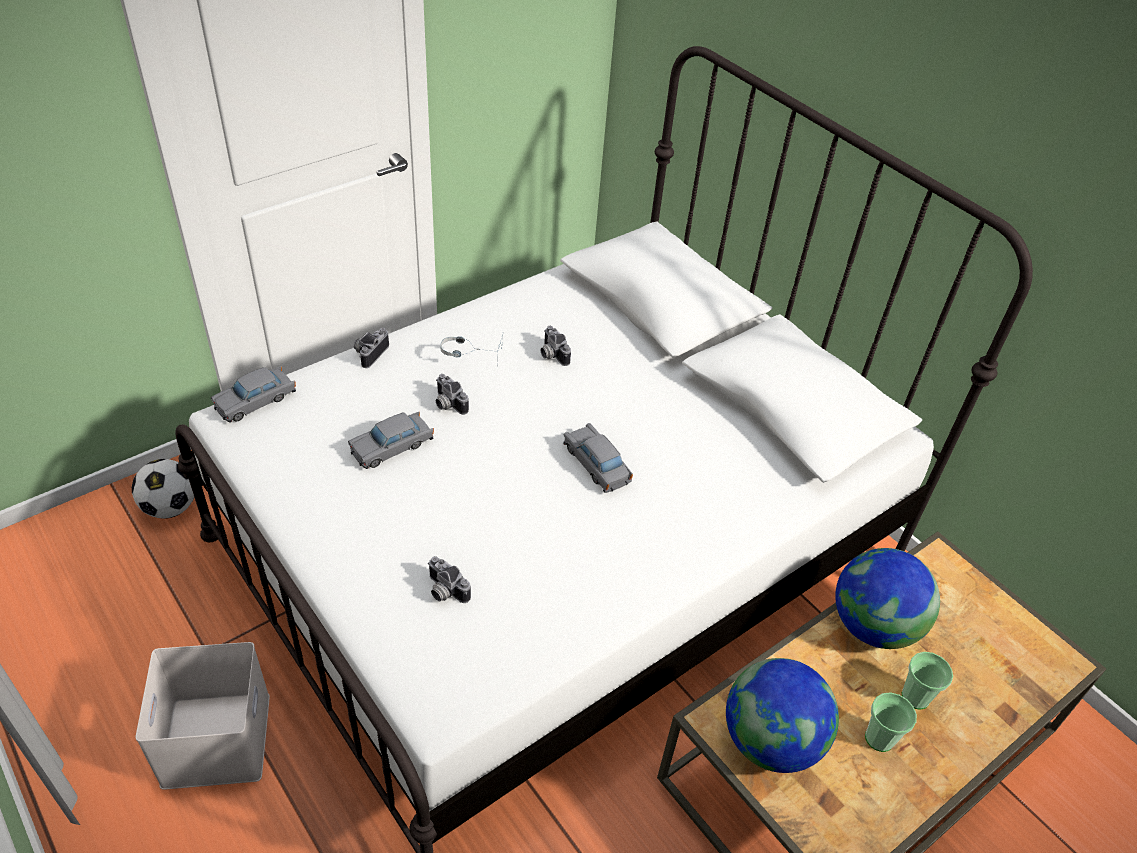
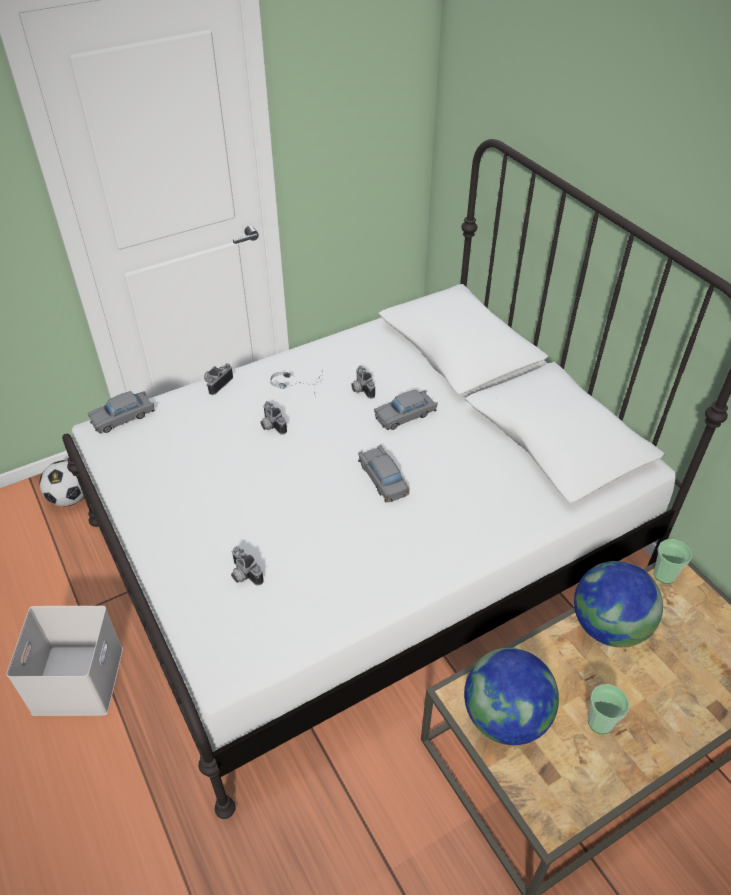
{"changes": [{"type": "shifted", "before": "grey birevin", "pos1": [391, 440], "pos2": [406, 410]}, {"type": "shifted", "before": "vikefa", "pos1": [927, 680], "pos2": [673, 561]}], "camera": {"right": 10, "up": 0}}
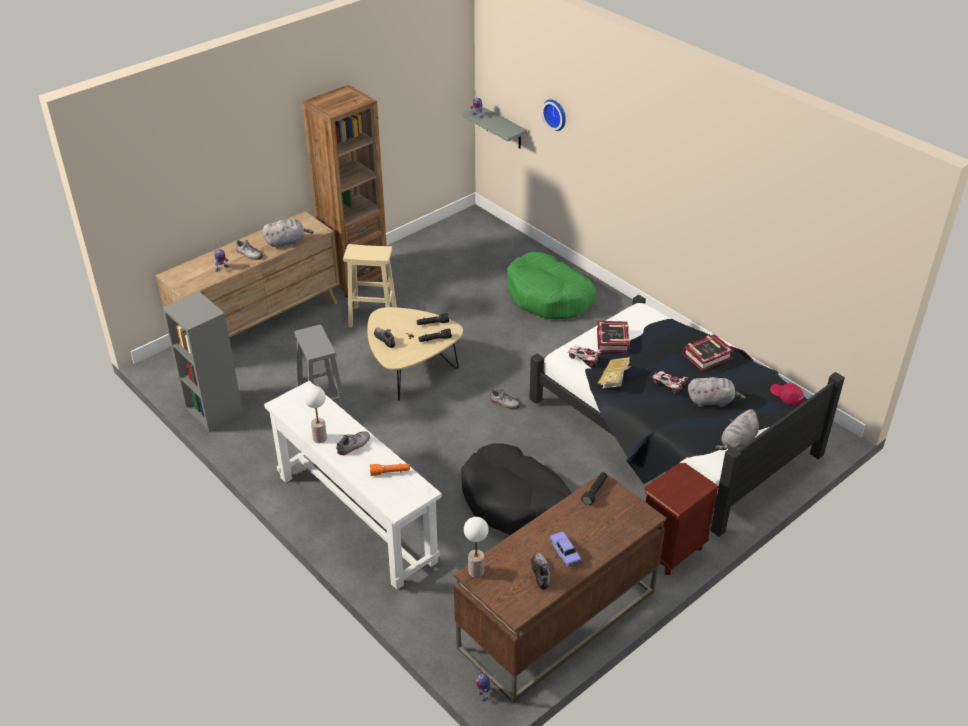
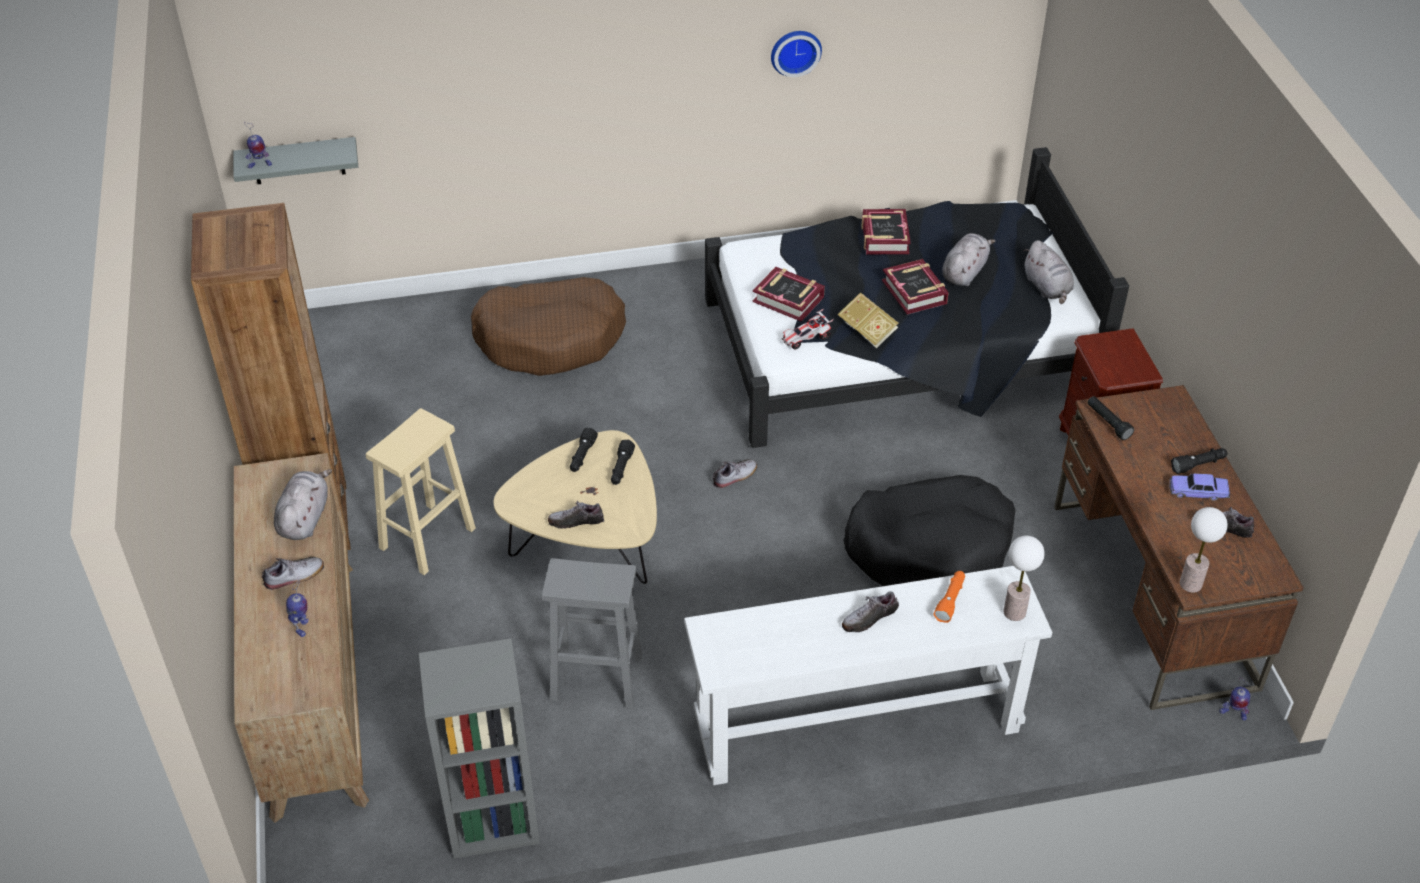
{"changes": [{"type": "gone", "before": "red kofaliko", "pos1": [787, 394]}, {"type": "new", "after": "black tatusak", "pos2": [1199, 461]}, {"type": "shifted", "before": "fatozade", "pos1": [315, 414], "pos2": [1024, 578]}, {"type": "shifted", "before": "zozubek", "pos1": [554, 115], "pos2": [796, 54]}, {"type": "swapped", "before": "birevin", "after": "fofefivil", "pos1": [670, 382], "pos2": [915, 286]}, {"type": "repainted", "before": "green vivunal", "after": "brown vivunal", "pos1": [551, 285], "pos2": [548, 326]}, {"type": "rotated", "before": "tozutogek", "pos1": [353, 444], "pos2": [870, 611], "turn": -105}], "camera": {"right": -60, "up": 5}}
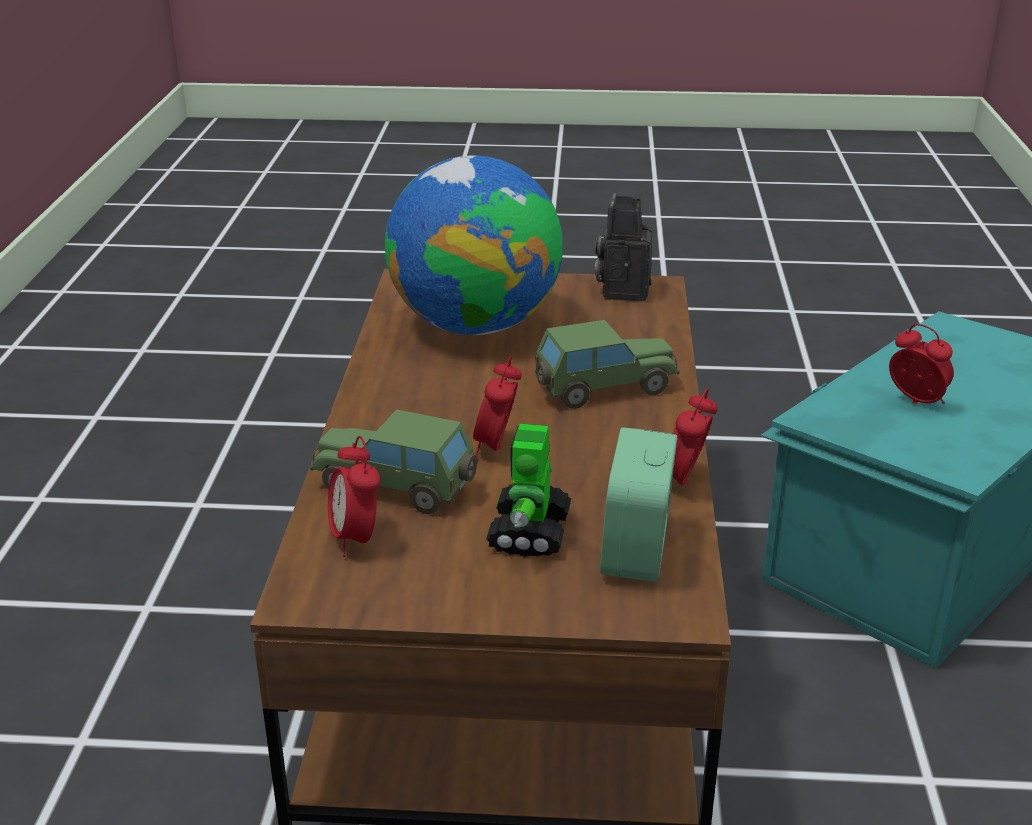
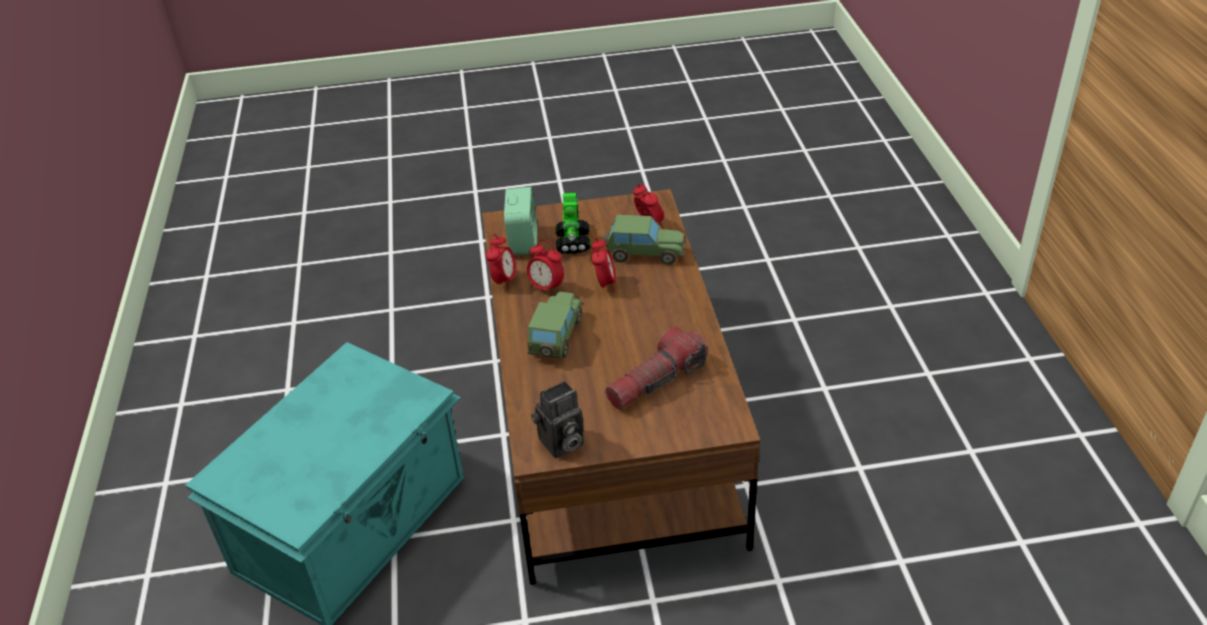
{"changes": [{"type": "shifted", "before": "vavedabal", "pos1": [921, 364], "pos2": [545, 268]}, {"type": "swapped", "before": "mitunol", "after": "tatusak", "pos1": [474, 245], "pos2": [656, 368]}, {"type": "rotated", "before": "birevin", "pos1": [607, 364], "pos2": [556, 325], "turn": 135}, {"type": "rotated", "before": "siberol", "pos1": [624, 247], "pos2": [557, 419], "turn": 60}], "camera": {"right": 170, "up": 10}}
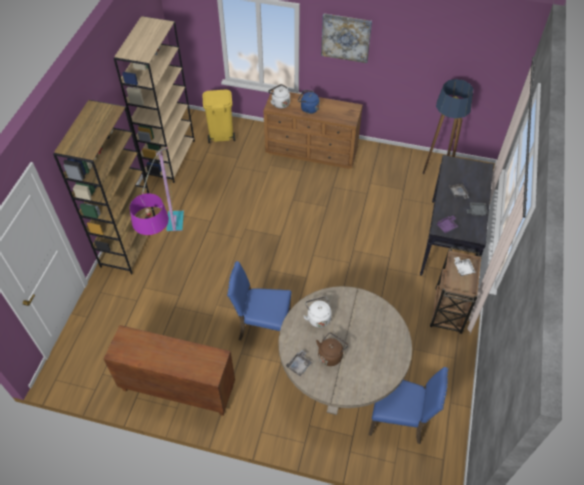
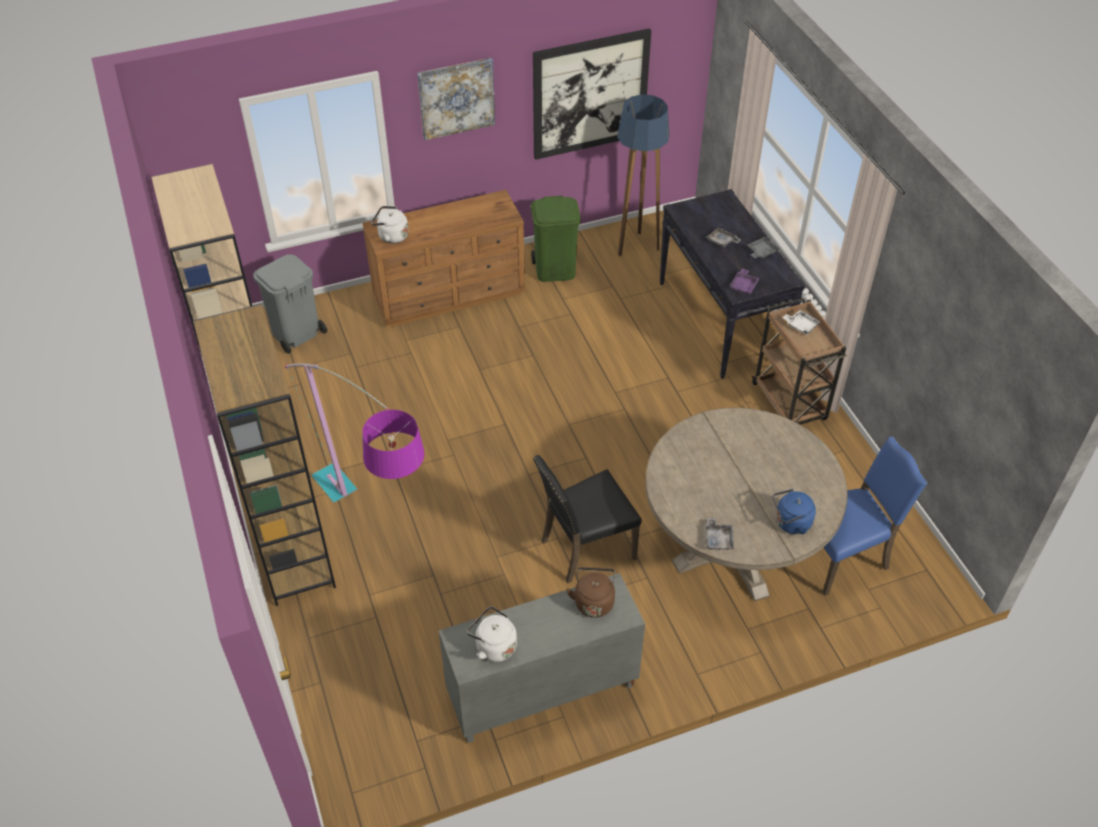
{"changes": [{"type": "new", "after": "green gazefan", "pos2": [556, 239]}, {"type": "new", "after": "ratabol", "pos2": [592, 94]}, {"type": "shifted", "before": "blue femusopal", "pos1": [309, 102], "pos2": [794, 511]}, {"type": "shifted", "before": "white femusopal", "pos1": [317, 312], "pos2": [492, 634]}, {"type": "shifted", "before": "brown femusopal", "pos1": [332, 349], "pos2": [590, 592]}, {"type": "repainted", "before": "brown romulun", "after": "grey romulun", "pos1": [169, 370], "pos2": [542, 658]}, {"type": "repainted", "before": "yellow gazefan", "after": "grey gazefan", "pos1": [218, 116], "pos2": [290, 304]}, {"type": "repainted", "before": "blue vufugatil", "after": "black vufugatil", "pos1": [259, 300], "pos2": [587, 519]}], "camera": {"right": -35, "up": -5}}
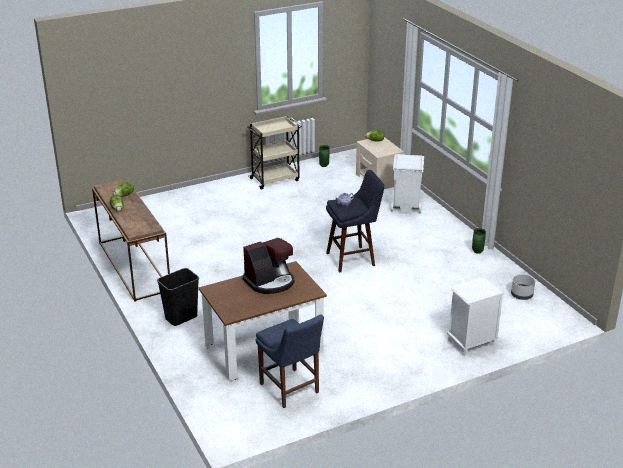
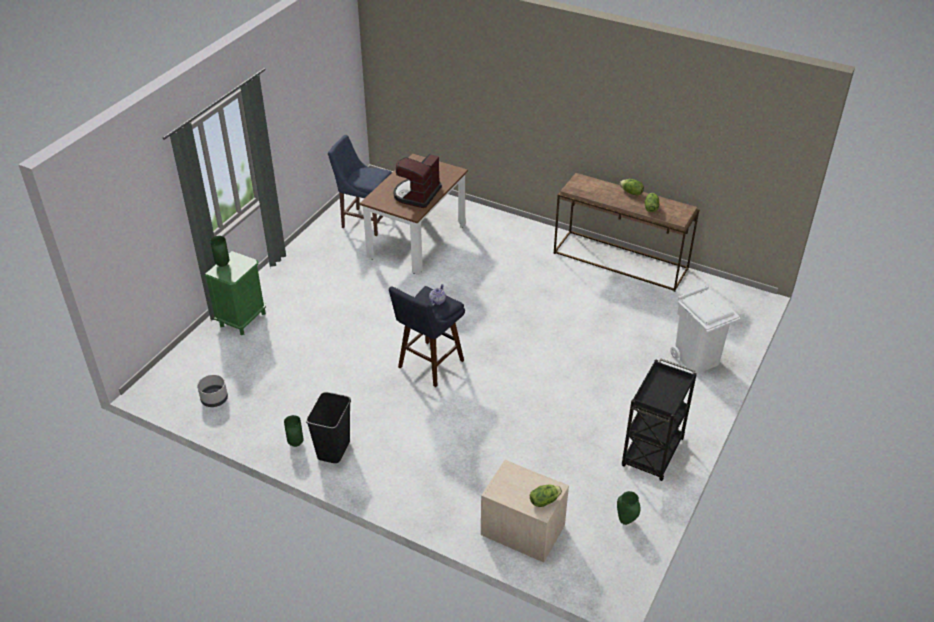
{"changes": [{"type": "new", "after": "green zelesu", "pos2": [220, 251]}, {"type": "shifted", "before": "black gazefan", "pos1": [178, 297], "pos2": [328, 427]}, {"type": "shifted", "before": "white gazefan", "pos1": [407, 184], "pos2": [705, 330]}, {"type": "repainted", "before": "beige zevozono", "after": "black zevozono", "pos1": [274, 153], "pos2": [659, 419]}, {"type": "repainted", "before": "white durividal", "after": "green durividal", "pos1": [475, 316], "pos2": [235, 293]}], "camera": {"right": 145, "up": 10}}
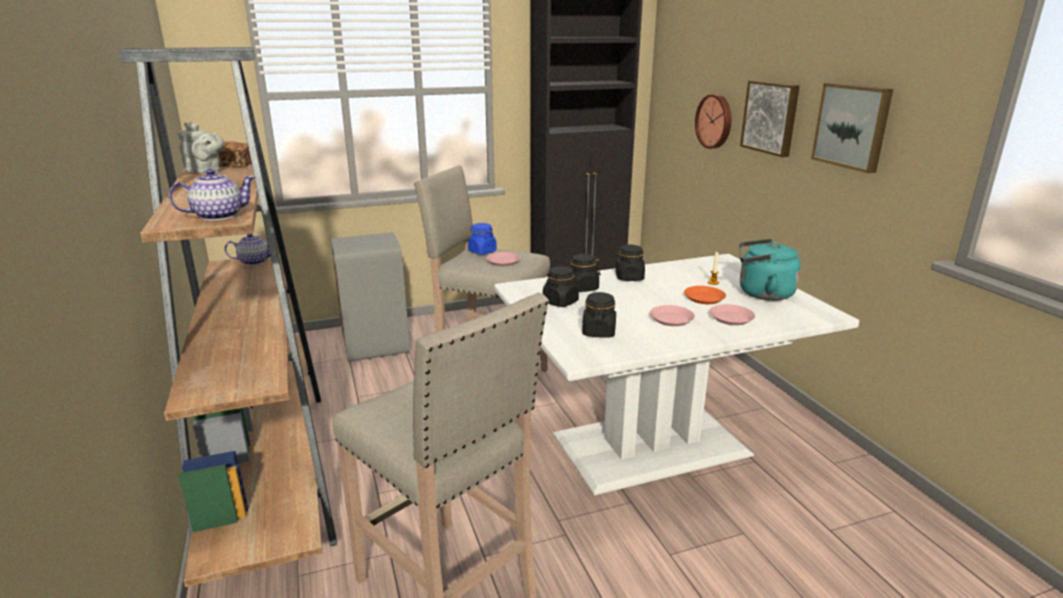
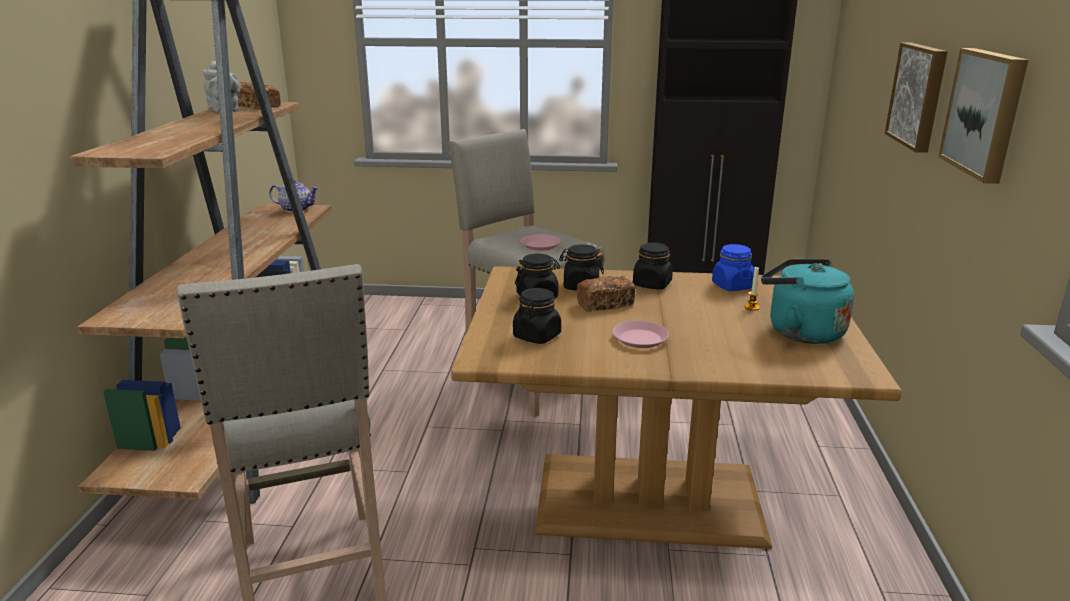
{"changes": [{"type": "gone", "before": "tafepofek", "pos1": [212, 195]}, {"type": "gone", "before": "grey gazefan", "pos1": [370, 297]}, {"type": "gone", "before": "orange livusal", "pos1": [705, 295]}, {"type": "gone", "before": "zozubek", "pos1": [713, 121]}, {"type": "gone", "before": "pink livusal", "pos1": [732, 314]}, {"type": "new", "after": "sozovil", "pos2": [606, 294]}, {"type": "shifted", "before": "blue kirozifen", "pos1": [482, 239], "pos2": [733, 267]}, {"type": "repainted", "before": "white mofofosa", "after": "brown mofofosa", "pos1": [676, 375], "pos2": [676, 407]}], "camera": {"right": 25, "up": 0}}
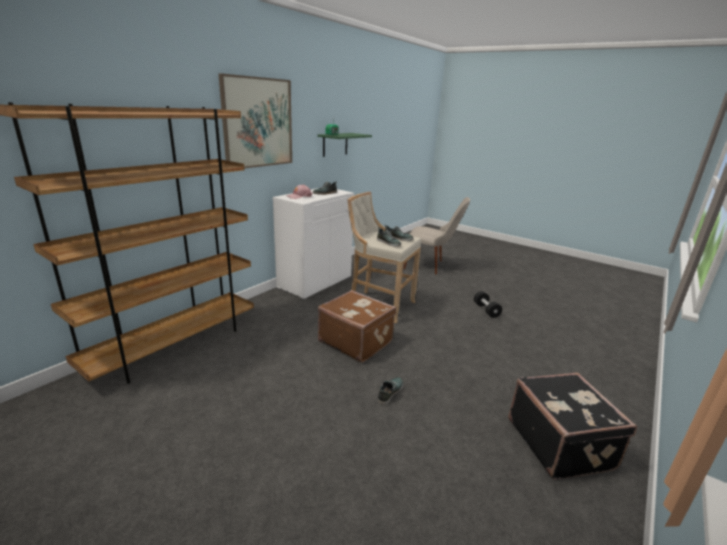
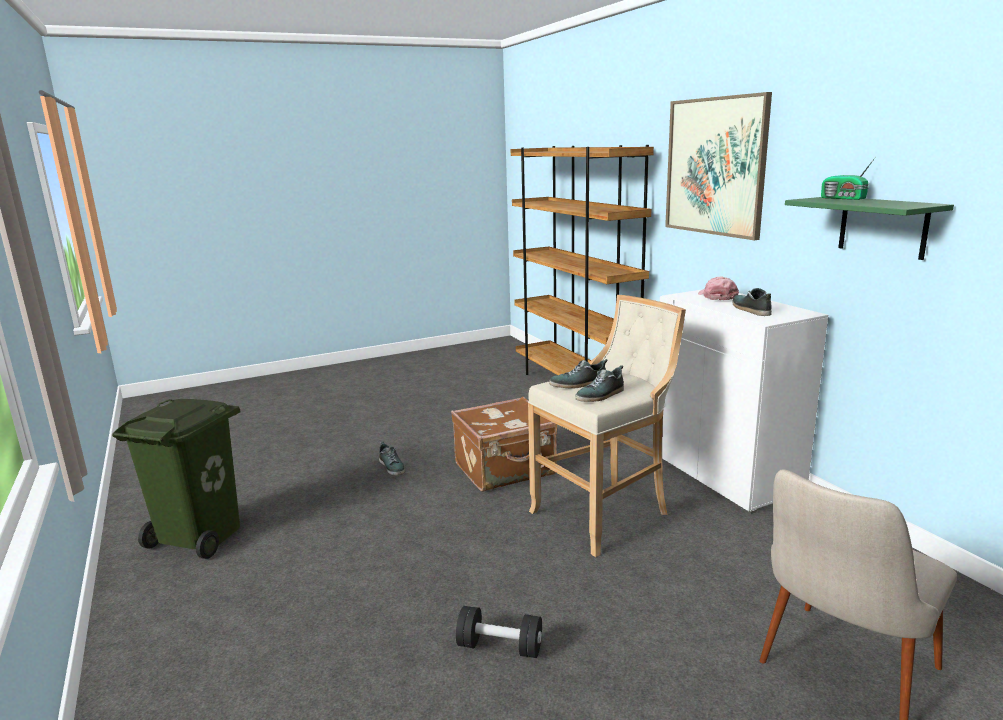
{"changes": [{"type": "swapped", "before": "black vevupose", "after": "green gazefan", "pos1": [572, 426], "pos2": [176, 479]}], "camera": {"right": 120, "up": -5}}
